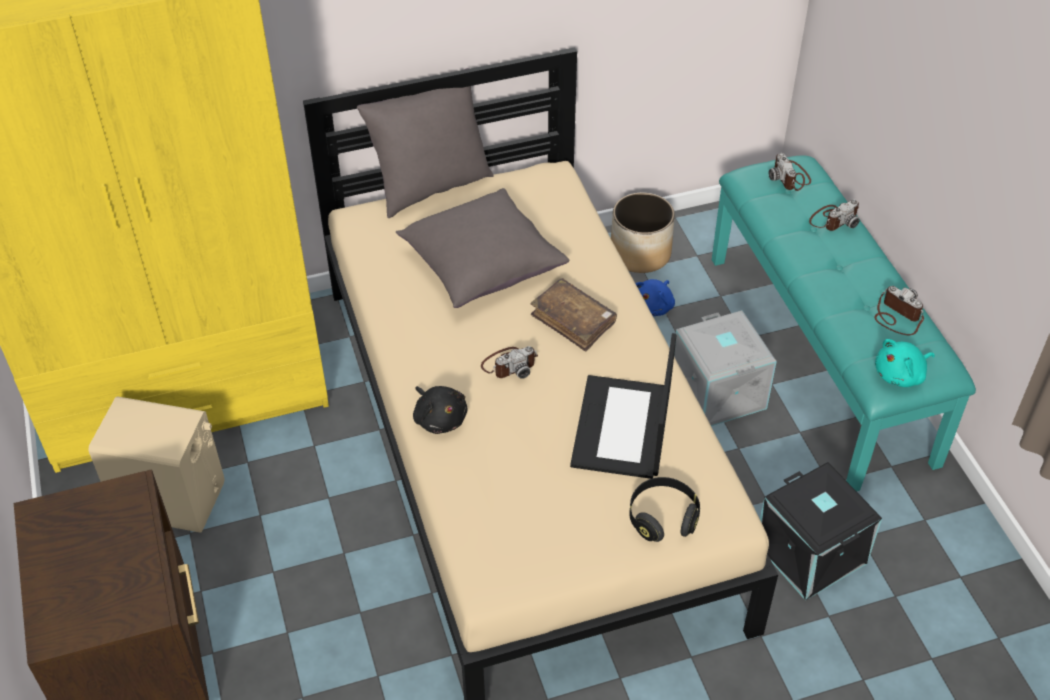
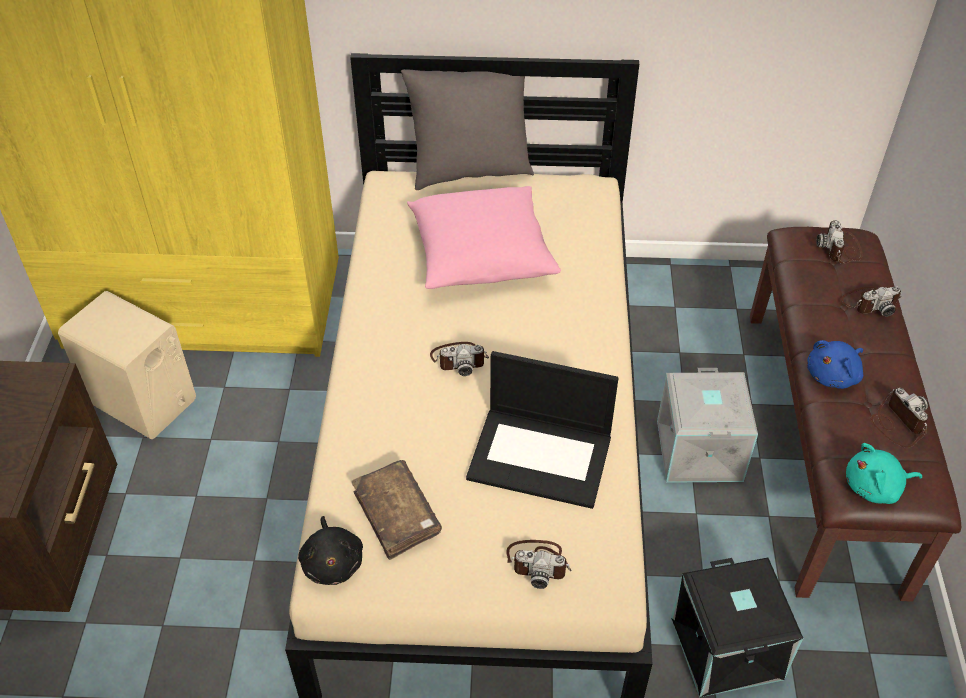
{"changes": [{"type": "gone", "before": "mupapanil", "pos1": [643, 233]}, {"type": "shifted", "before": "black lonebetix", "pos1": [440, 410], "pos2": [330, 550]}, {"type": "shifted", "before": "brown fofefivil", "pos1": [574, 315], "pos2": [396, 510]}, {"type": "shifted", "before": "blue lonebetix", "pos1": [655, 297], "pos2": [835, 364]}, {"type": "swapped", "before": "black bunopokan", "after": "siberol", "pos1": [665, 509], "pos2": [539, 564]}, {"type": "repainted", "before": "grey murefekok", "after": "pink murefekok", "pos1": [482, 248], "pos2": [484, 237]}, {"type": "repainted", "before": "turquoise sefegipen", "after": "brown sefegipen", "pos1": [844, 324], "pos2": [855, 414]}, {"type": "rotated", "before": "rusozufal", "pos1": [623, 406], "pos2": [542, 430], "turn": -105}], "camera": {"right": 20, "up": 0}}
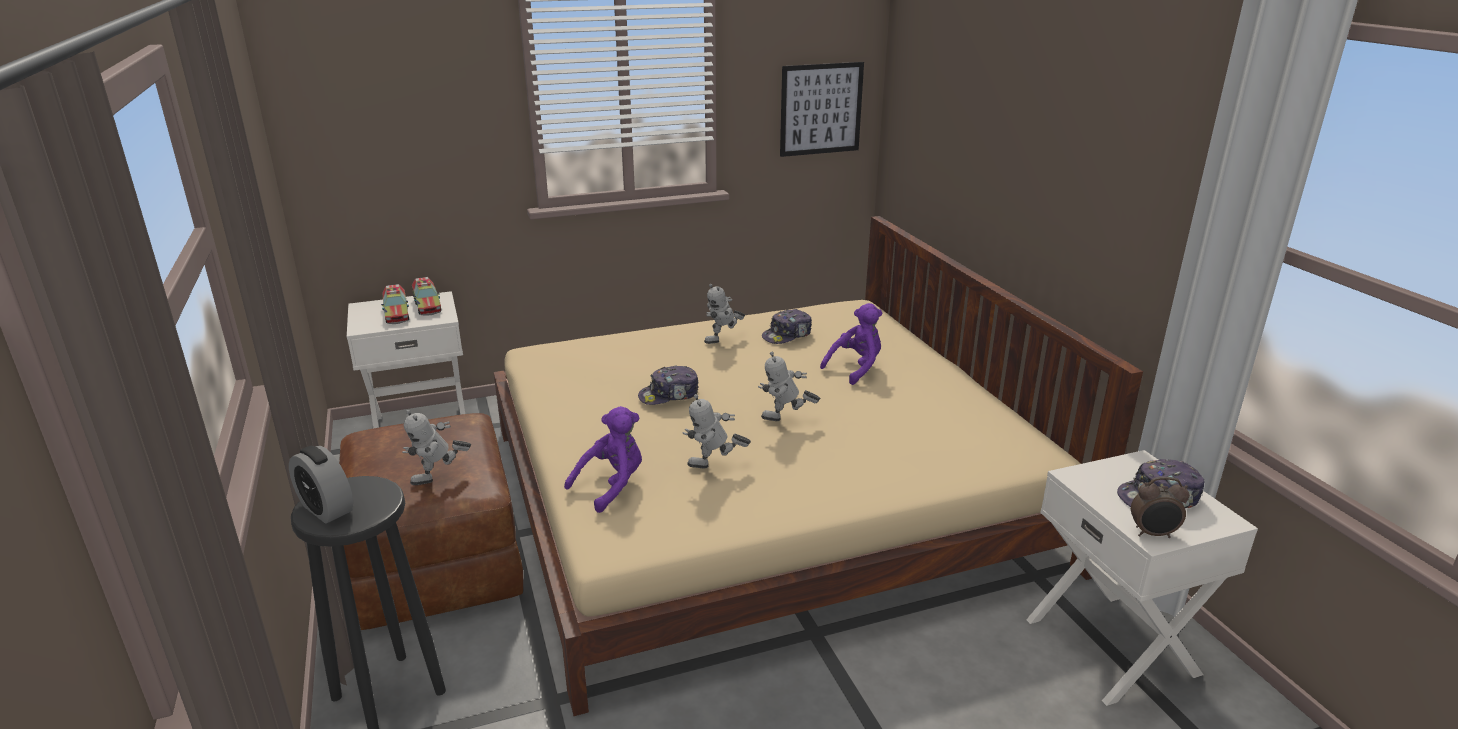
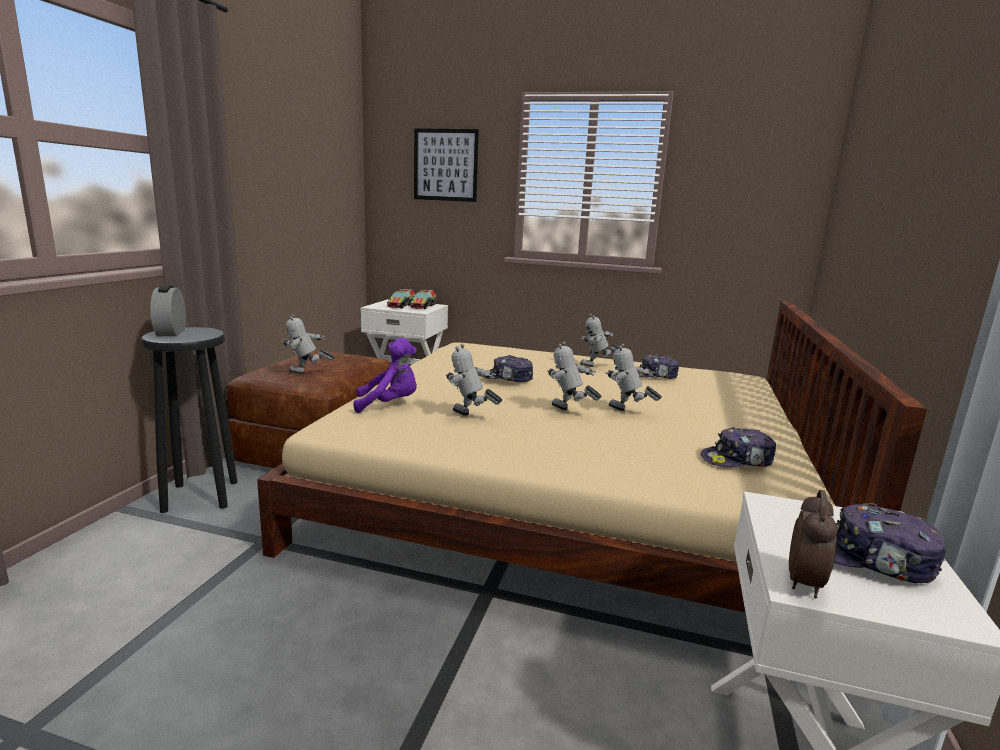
{"changes": [{"type": "gone", "before": "purple lonebetix", "pos1": [851, 344]}, {"type": "new", "after": "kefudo", "pos2": [633, 377]}, {"type": "new", "after": "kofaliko", "pos2": [738, 447]}, {"type": "shifted", "before": "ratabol", "pos1": [822, 109], "pos2": [446, 165]}, {"type": "rotated", "before": "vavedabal", "pos1": [1160, 507], "pos2": [813, 544], "turn": -105}], "camera": {"right": 35, "up": -10}}
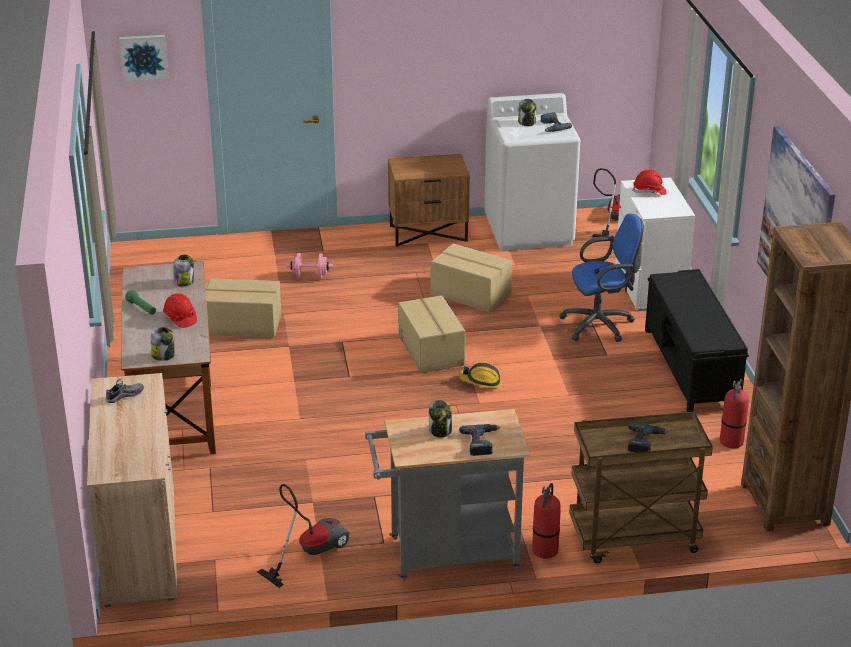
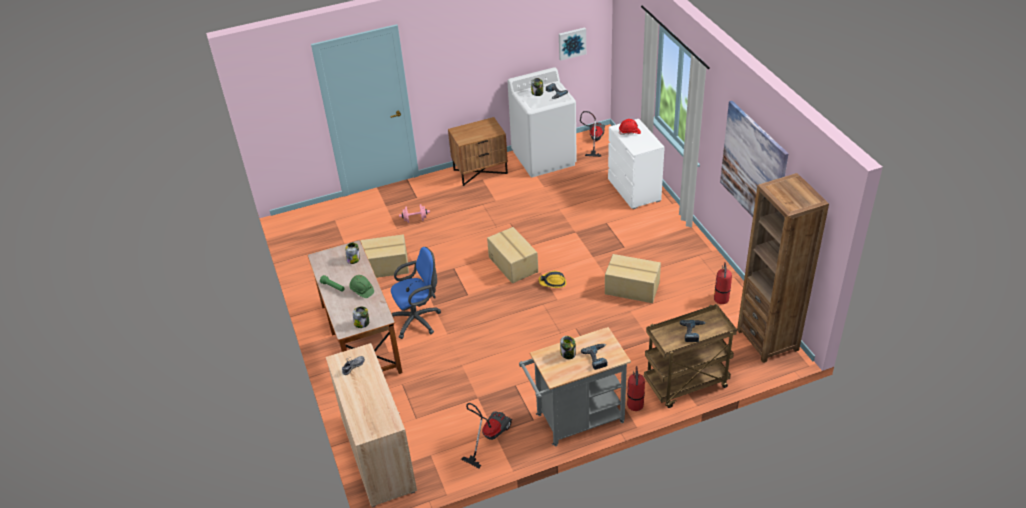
{"changes": [{"type": "gone", "before": "black sefegipen", "pos1": [697, 340]}, {"type": "shifted", "before": "ratabol", "pos1": [144, 58], "pos2": [572, 43]}, {"type": "shifted", "before": "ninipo", "pos1": [471, 277], "pos2": [633, 278]}, {"type": "shifted", "before": "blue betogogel", "pos1": [601, 277], "pos2": [416, 293]}, {"type": "repainted", "before": "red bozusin", "after": "green bozusin", "pos1": [180, 310], "pos2": [361, 286]}], "camera": {"right": -10, "up": 10}}
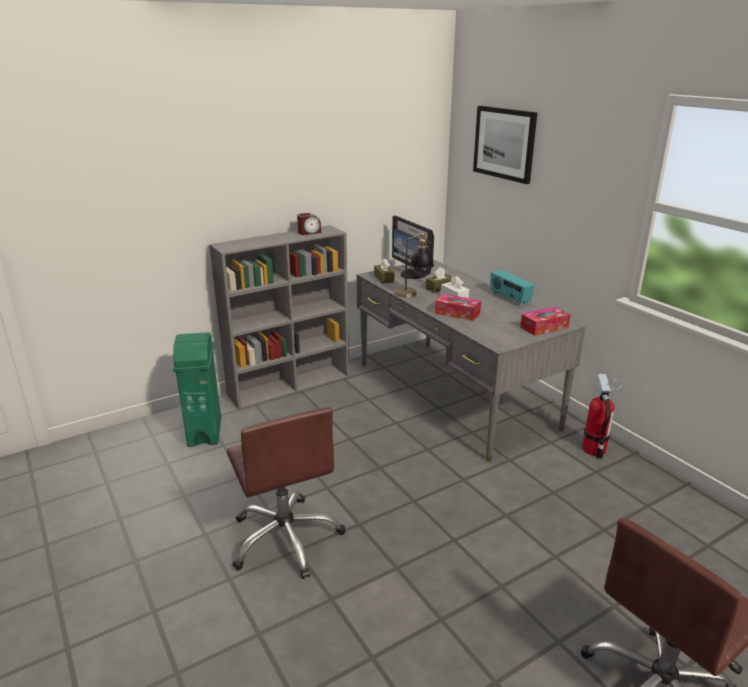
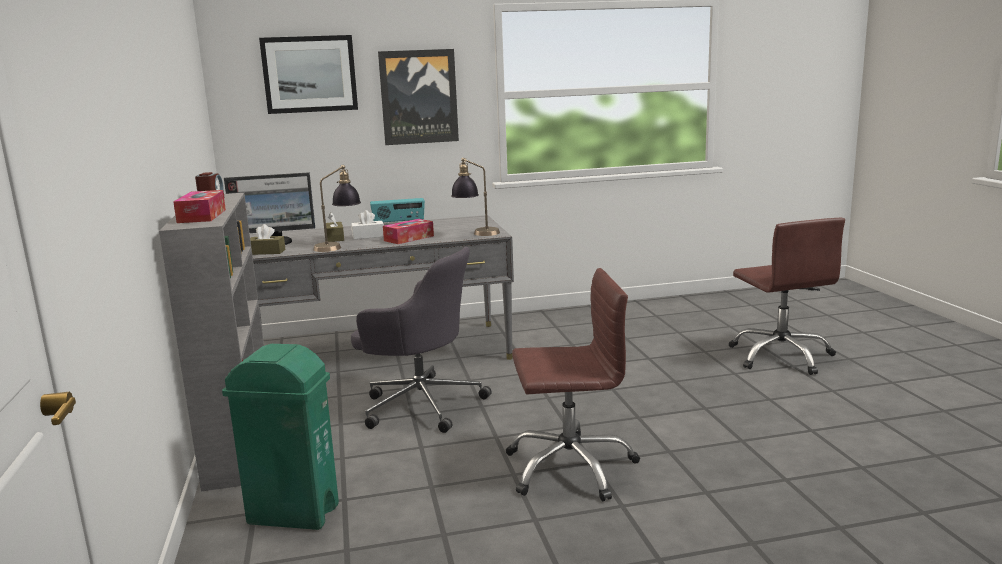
{"changes": [{"type": "gone", "before": "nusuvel", "pos1": [602, 416]}, {"type": "new", "after": "grey betogogel", "pos2": [421, 340]}, {"type": "new", "after": "ratabol", "pos2": [418, 97]}, {"type": "new", "after": "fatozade", "pos2": [475, 197]}, {"type": "shifted", "before": "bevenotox", "pos1": [545, 321], "pos2": [199, 206]}], "camera": {"right": -70, "up": -10}}
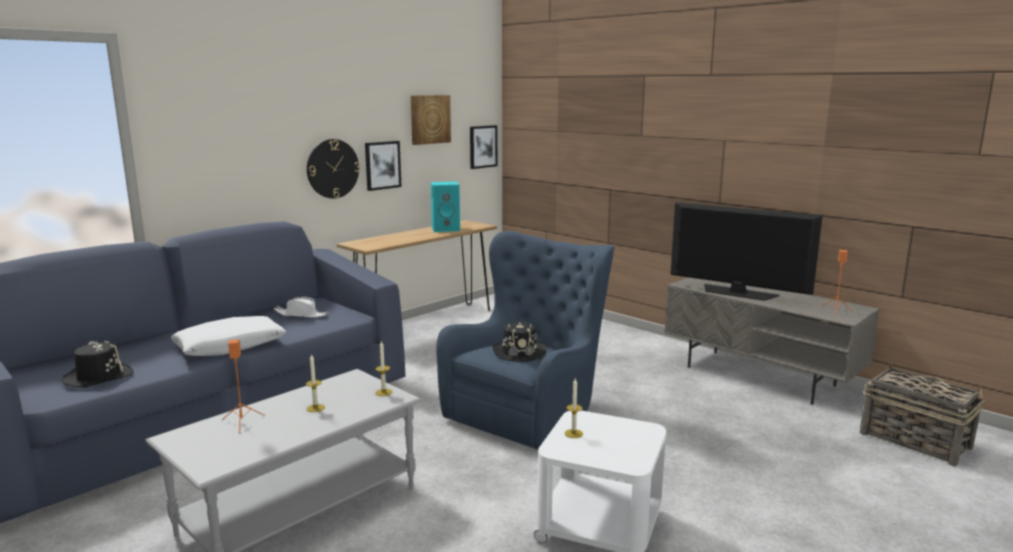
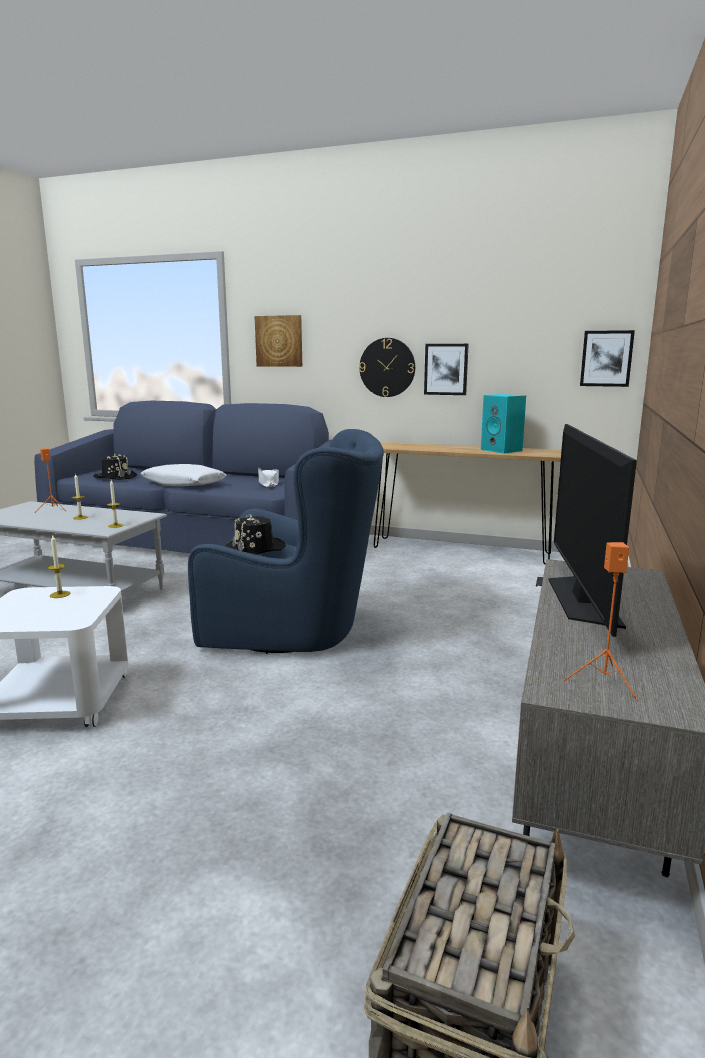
{"changes": [{"type": "shifted", "before": "ratabol", "pos1": [431, 120], "pos2": [278, 341]}], "camera": {"right": 65, "up": 0}}
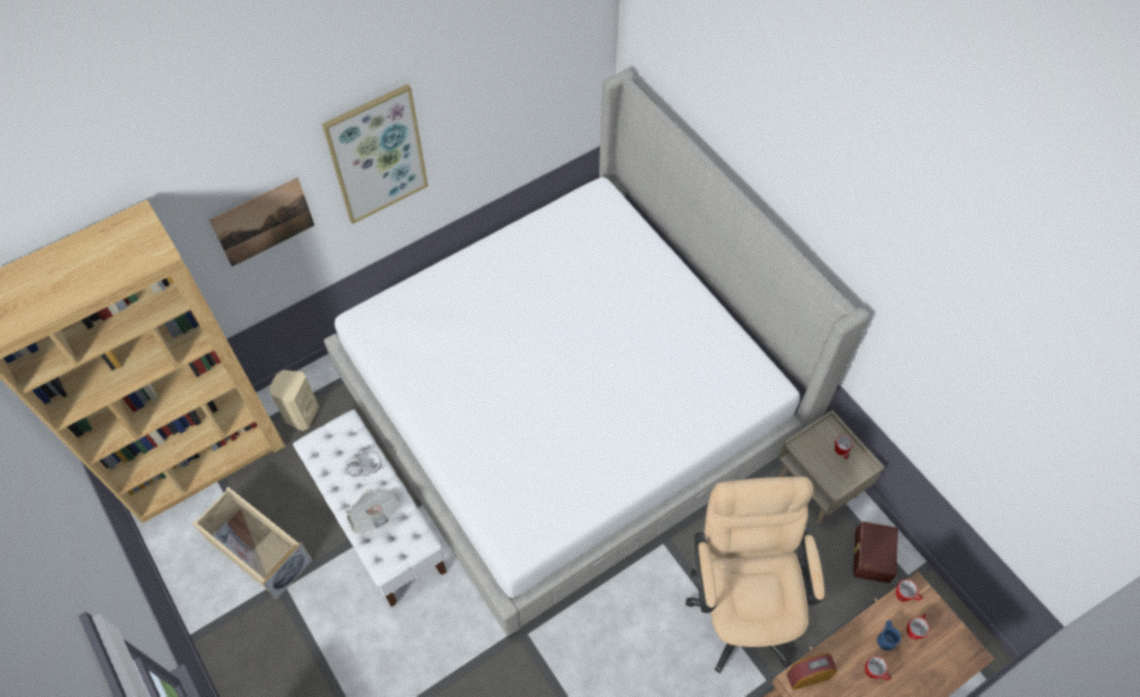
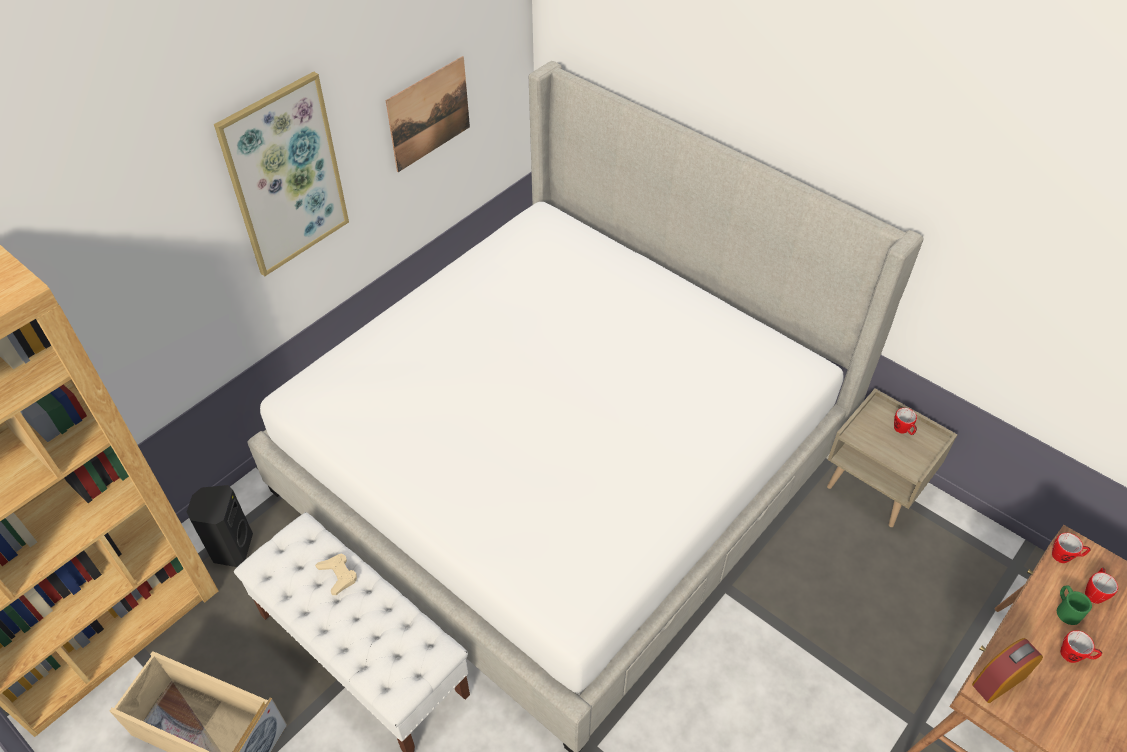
{"changes": [{"type": "gone", "before": "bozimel", "pos1": [372, 511]}, {"type": "gone", "before": "beige betogogel", "pos1": [755, 574]}, {"type": "gone", "before": "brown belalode", "pos1": [875, 552]}, {"type": "shifted", "before": "ratabol", "pos1": [262, 222], "pos2": [428, 114]}, {"type": "swapped", "before": "grey bunopokan", "after": "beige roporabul", "pos1": [363, 463], "pos2": [336, 574]}, {"type": "repainted", "before": "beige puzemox", "after": "black puzemox", "pos1": [294, 400], "pos2": [220, 526]}, {"type": "repainted", "before": "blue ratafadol", "after": "green ratafadol", "pos1": [889, 635], "pos2": [1074, 605]}], "camera": {"right": -15, "up": -10}}
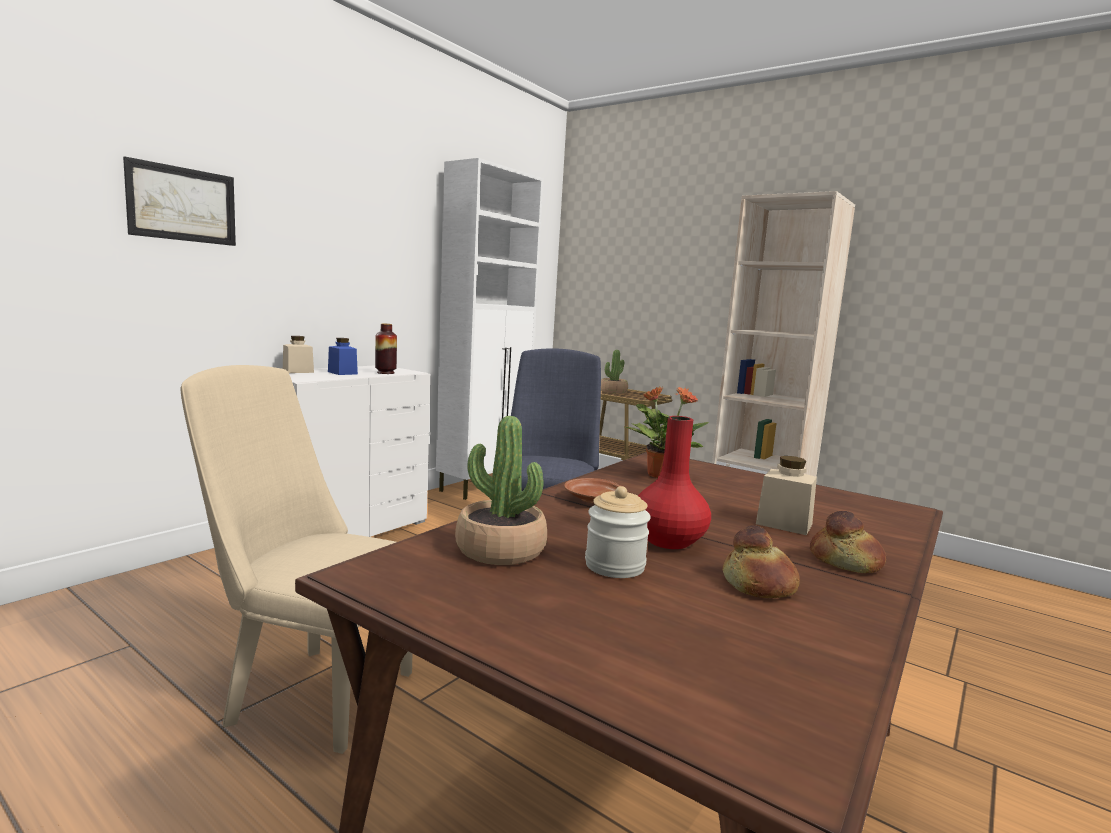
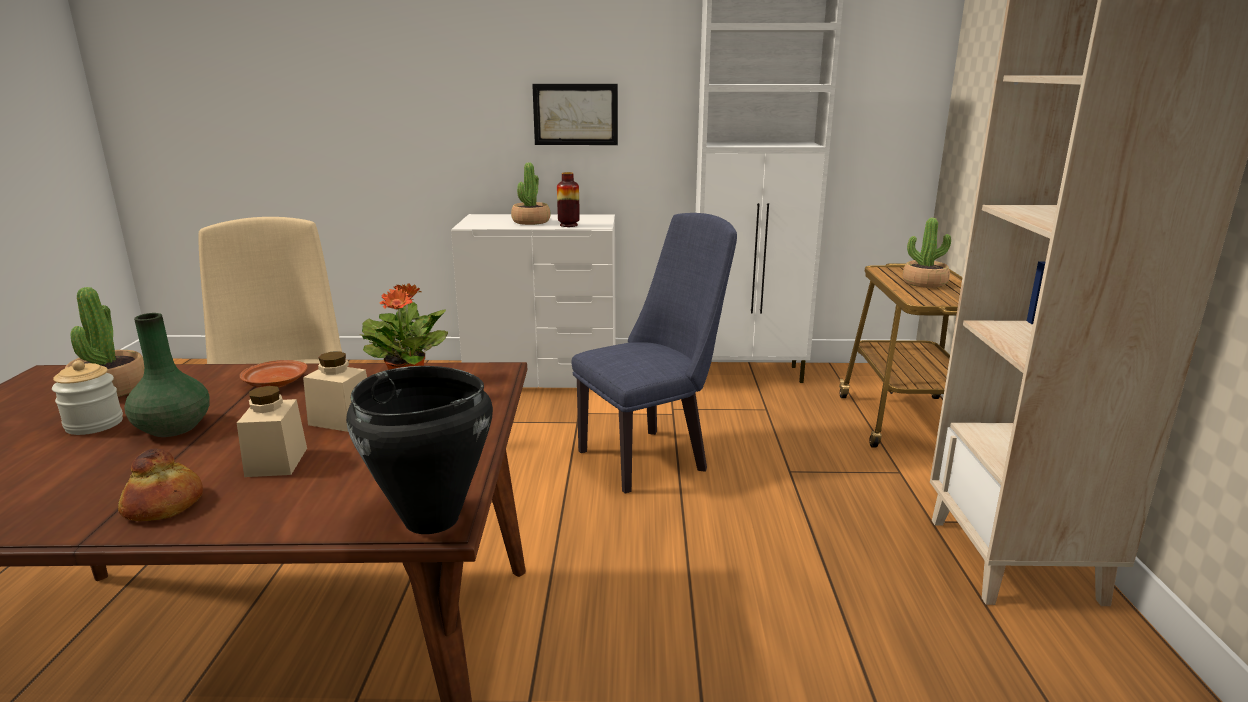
{"changes": [{"type": "gone", "before": "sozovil", "pos1": [761, 561]}, {"type": "new", "after": "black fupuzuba", "pos2": [419, 450]}, {"type": "shifted", "before": "ratabol", "pos1": [179, 201], "pos2": [575, 114]}, {"type": "shifted", "before": "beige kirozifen", "pos1": [298, 354], "pos2": [335, 391]}, {"type": "swapped", "before": "blue kirozifen", "after": "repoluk", "pos1": [343, 356], "pos2": [531, 194]}, {"type": "repainted", "before": "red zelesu", "after": "green zelesu", "pos1": [674, 482], "pos2": [167, 375]}], "camera": {"right": 55, "up": 10}}
